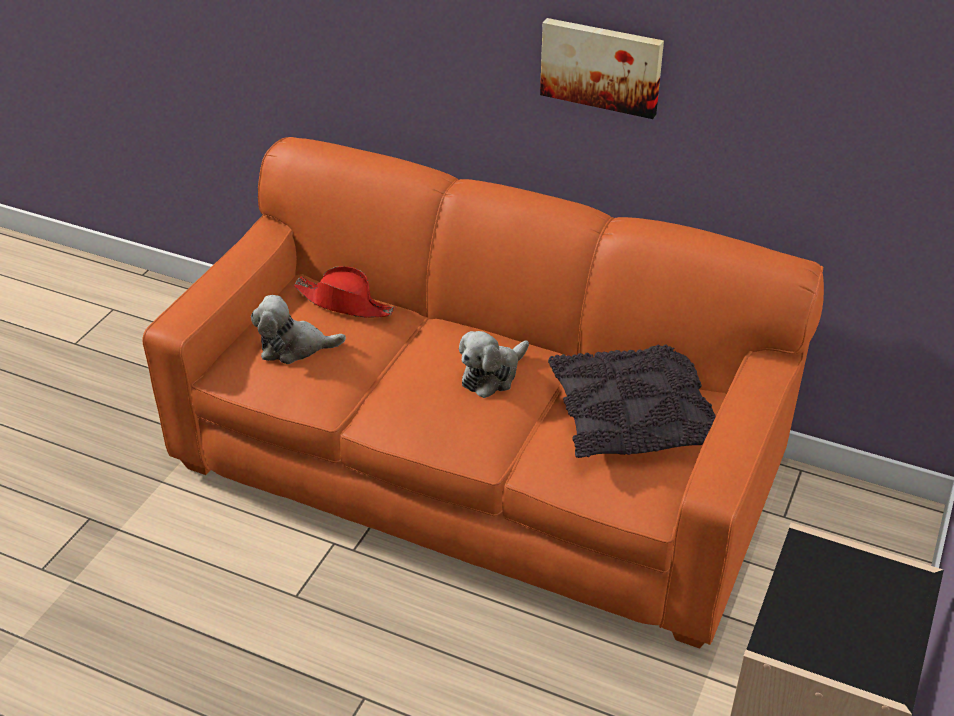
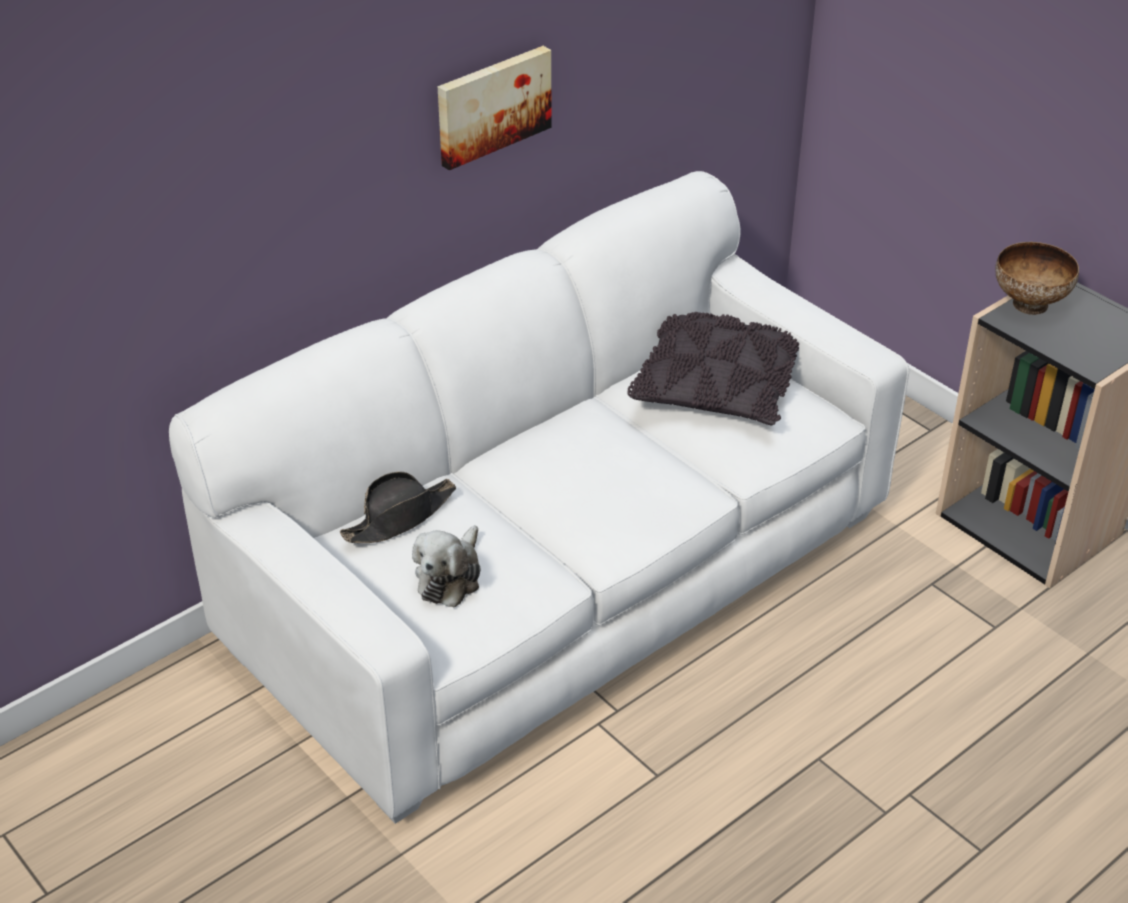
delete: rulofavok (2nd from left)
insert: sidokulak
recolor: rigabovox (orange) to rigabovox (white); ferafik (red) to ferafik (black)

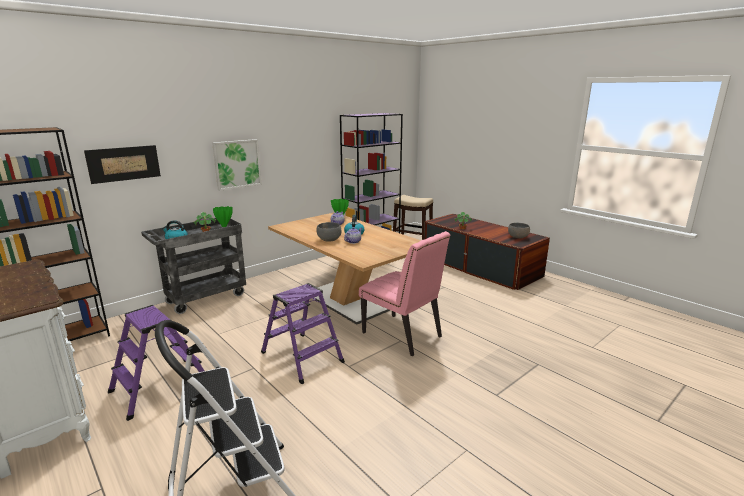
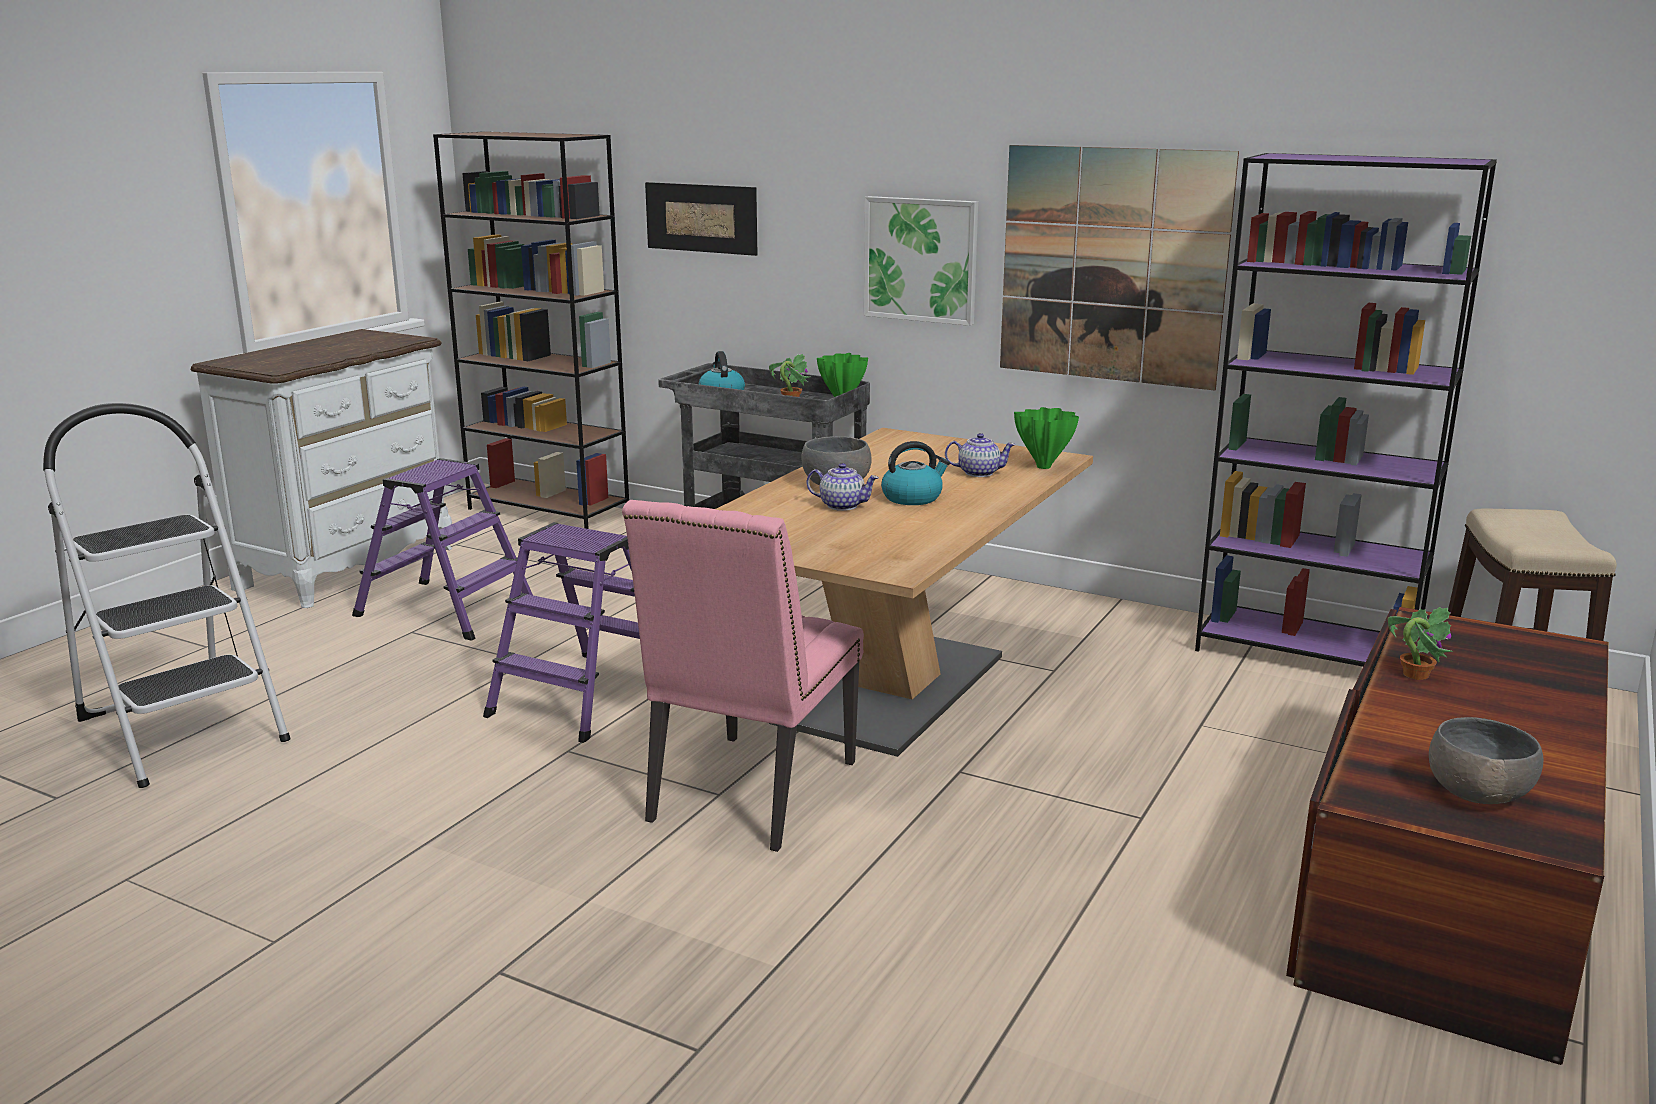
insert: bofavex (3rd from left)

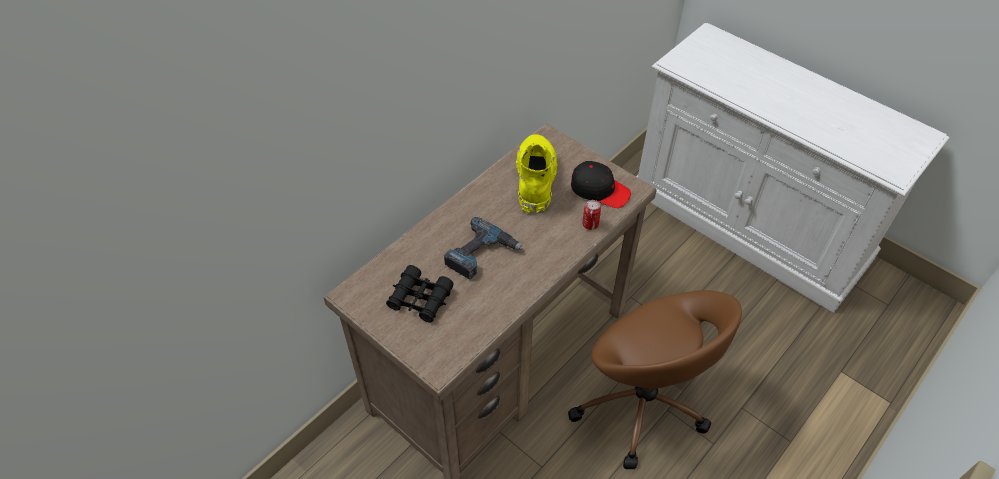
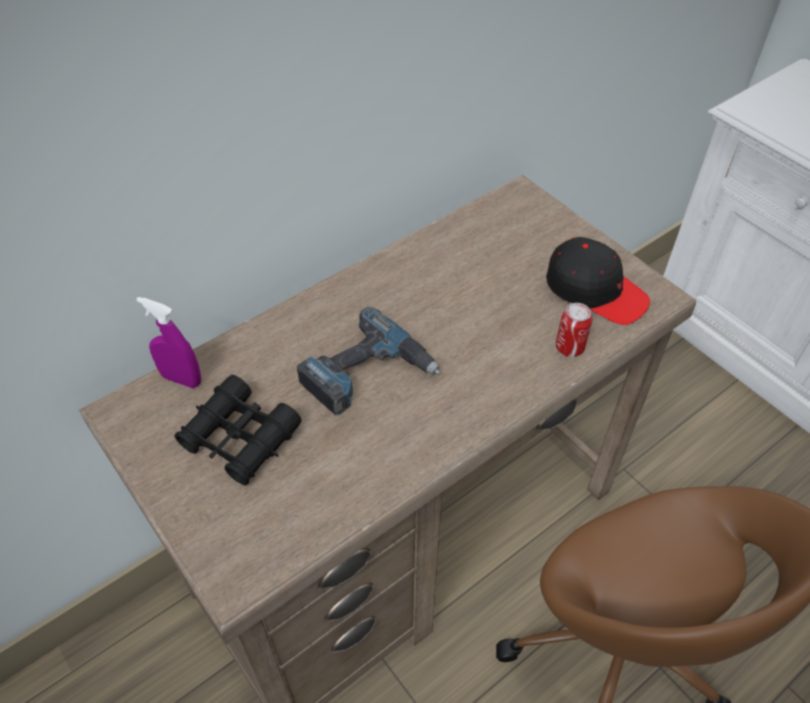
delete: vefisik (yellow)
insert: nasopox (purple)

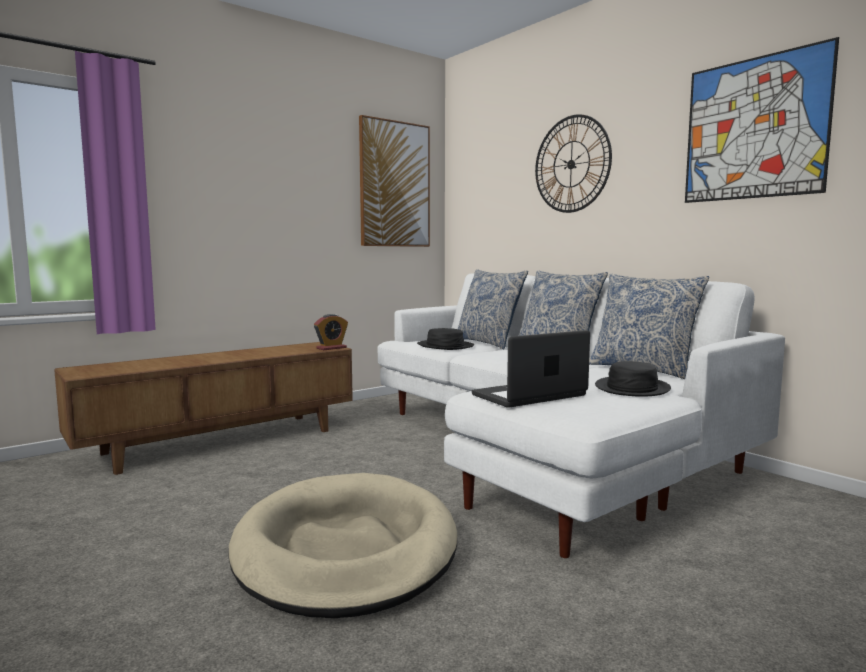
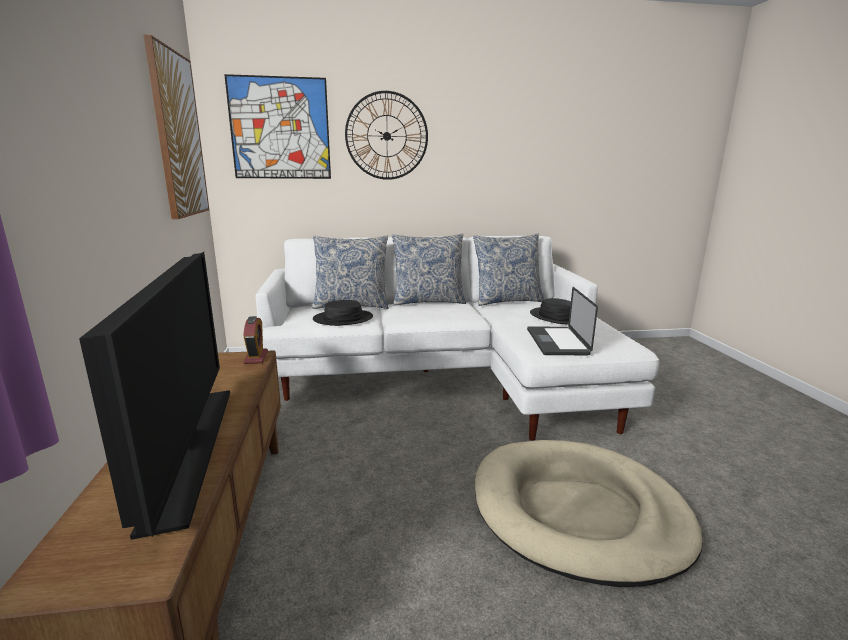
insert: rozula
move: bofavex (2nd from left)

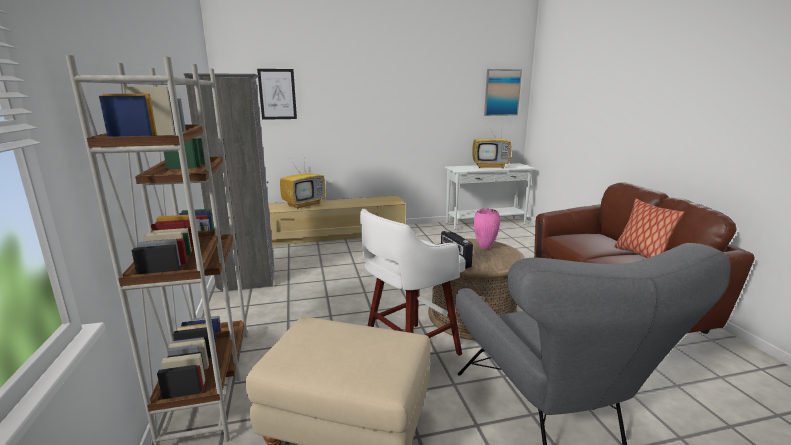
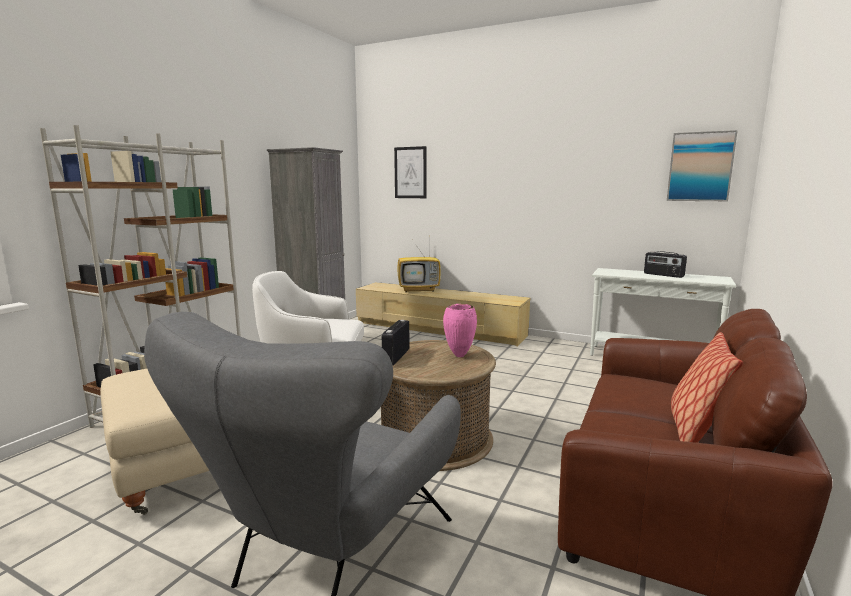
replace: rozula (2nd from left) to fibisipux (2nd from left)

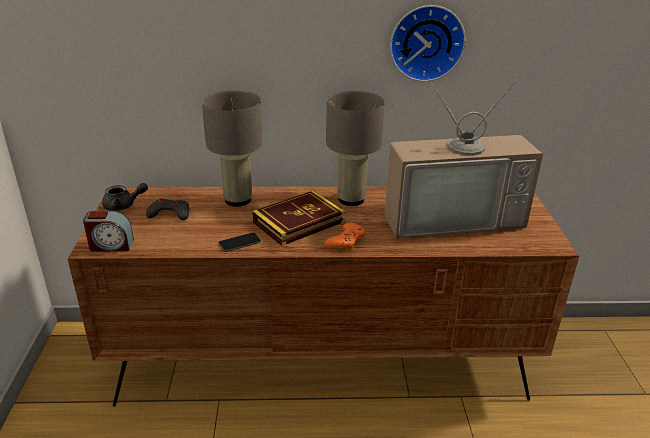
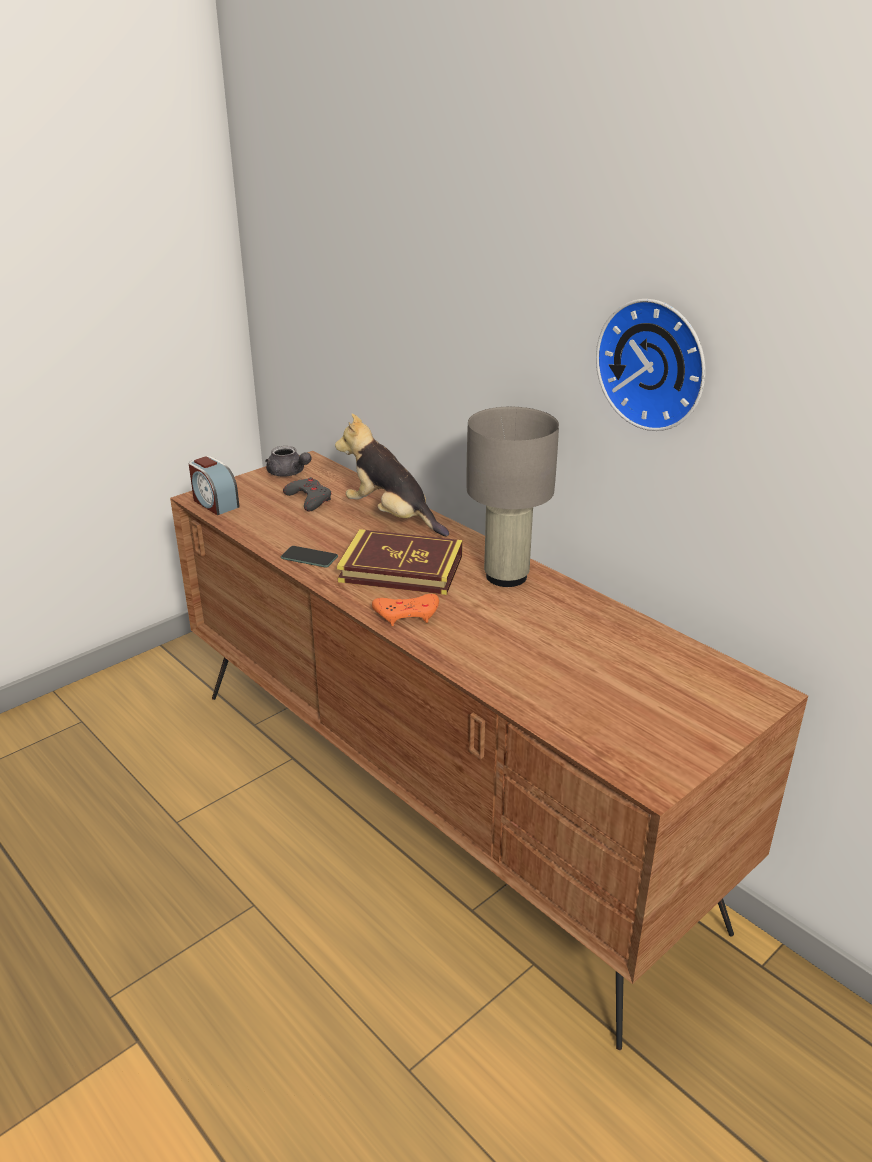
delete: rozula
replace: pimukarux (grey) (1st from left) to rulofavok

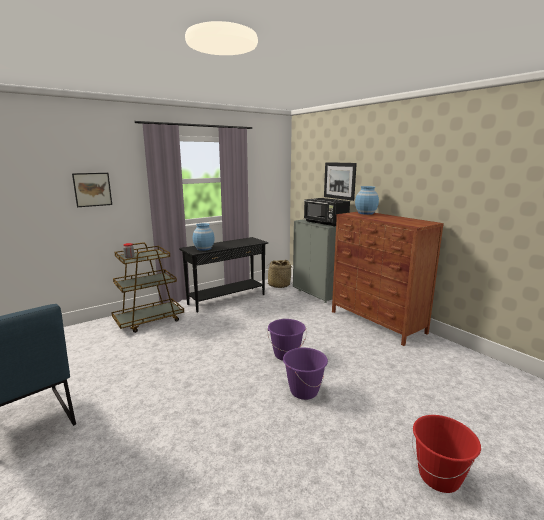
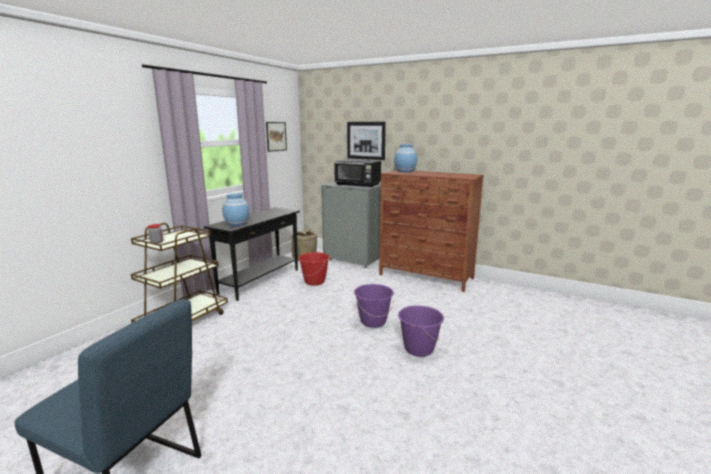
move: bofavex (1st from left); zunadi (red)

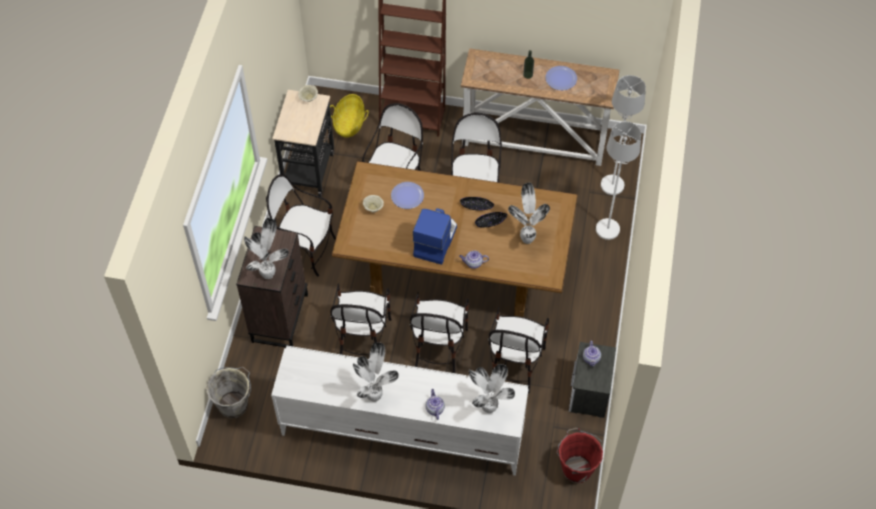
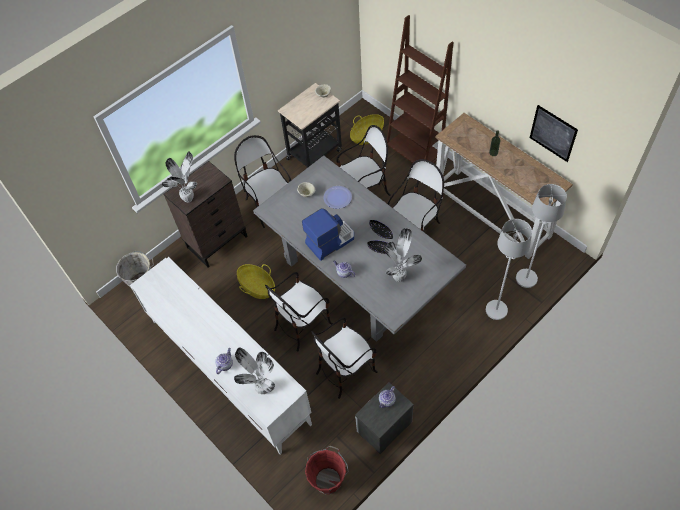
delete: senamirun (2nd from left); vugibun (2nd from left)
insert: bofavex
replace: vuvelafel (2nd from left) to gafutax (1st from left)
recolor: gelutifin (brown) to gelutifin (grey)

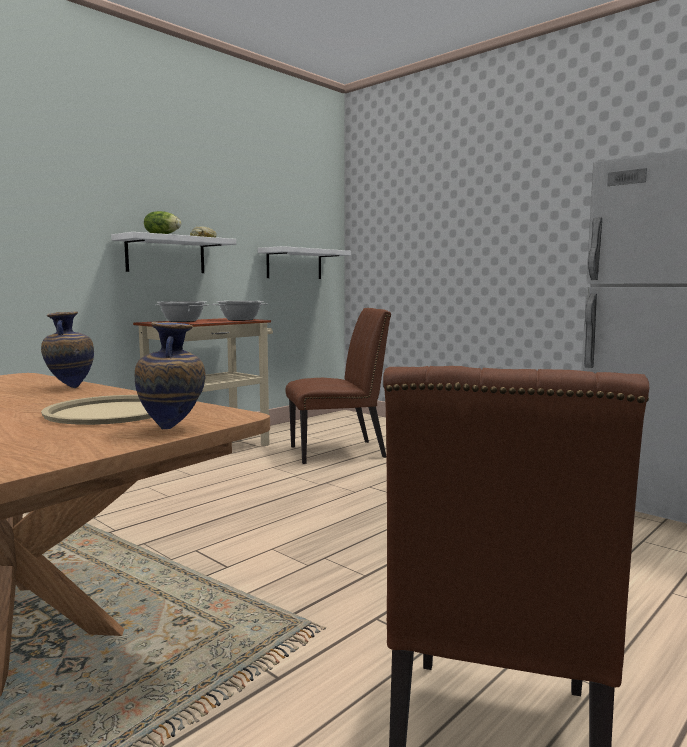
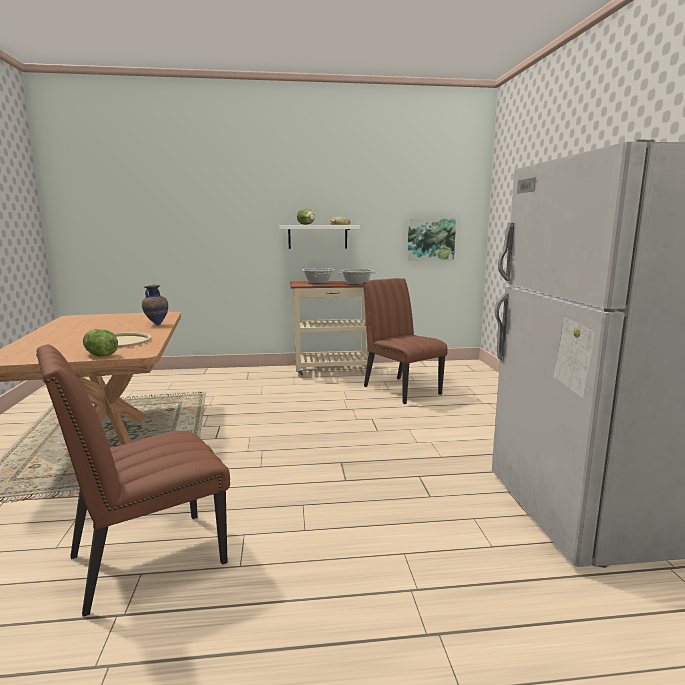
replace: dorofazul (2nd from left) to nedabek (1st from left); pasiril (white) (2nd from left) to bofavex
rotate: vuvelafel (brown) (1st from left in the first image) 150 degrees counterclockwise

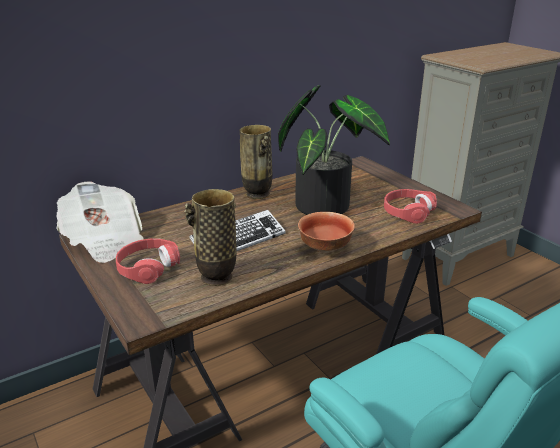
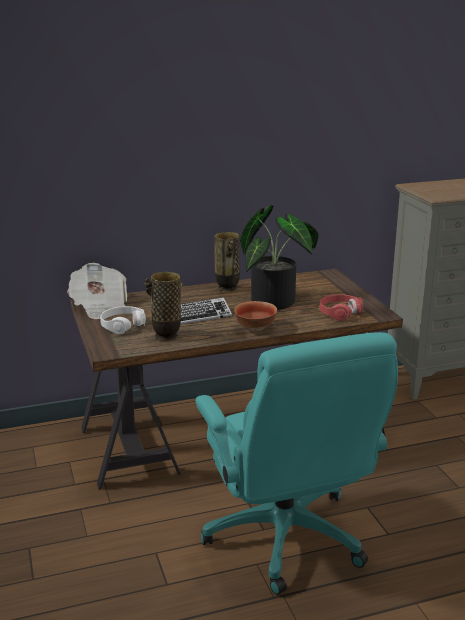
recolor: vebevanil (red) (1st from left) to vebevanil (white)

